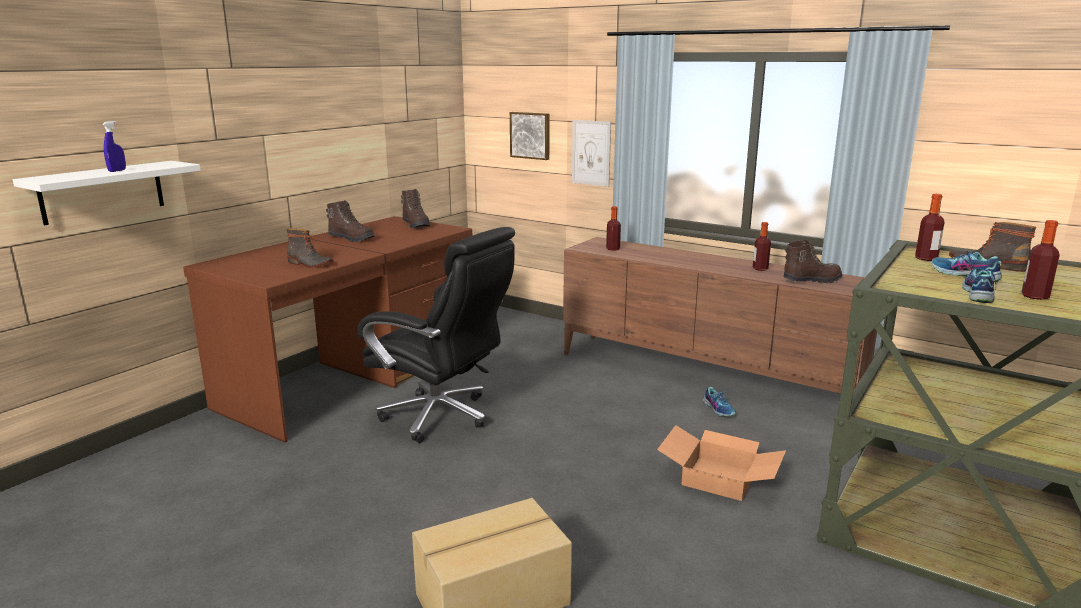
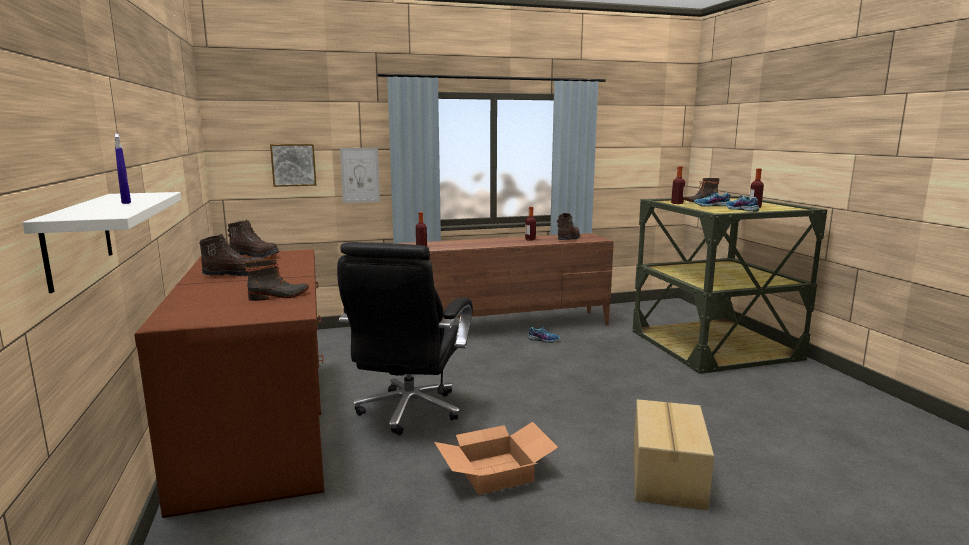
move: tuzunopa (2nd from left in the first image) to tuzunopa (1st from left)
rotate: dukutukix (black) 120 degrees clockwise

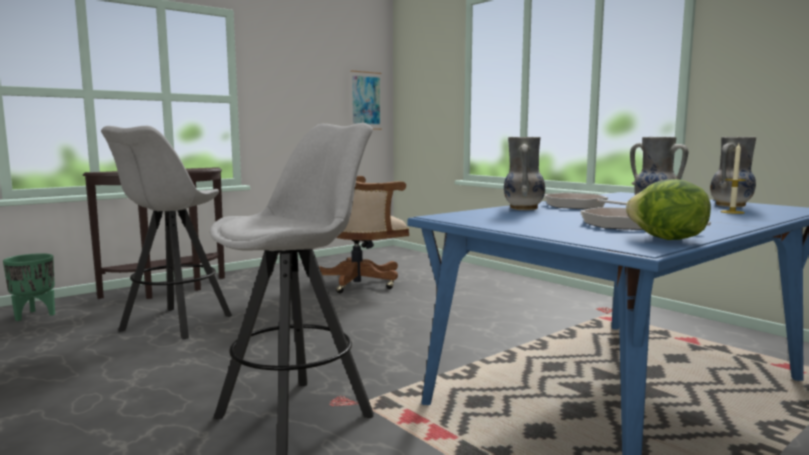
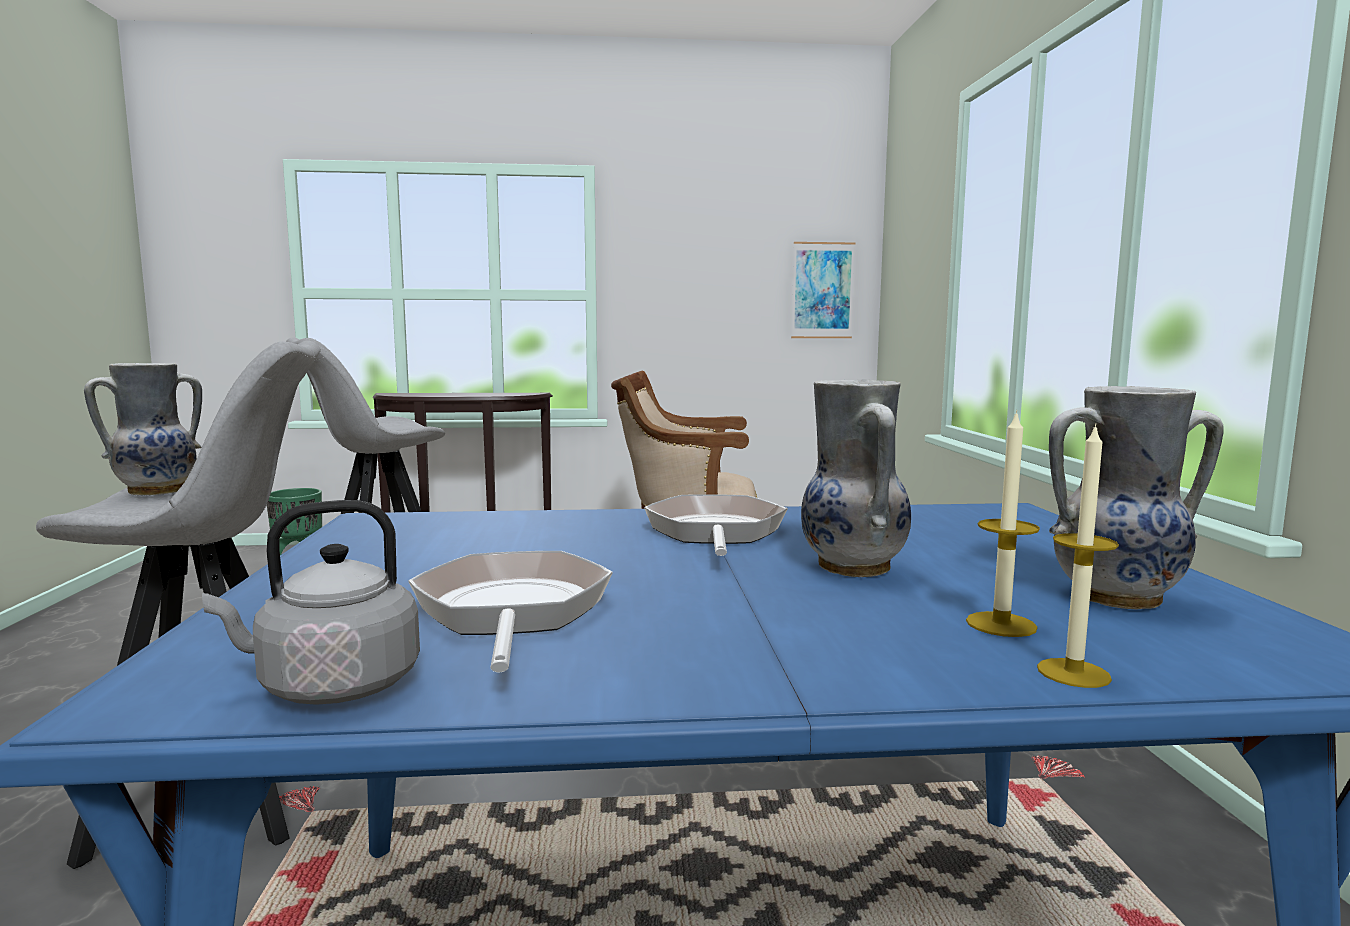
insert: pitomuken (2nd from left)
move: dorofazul (1st from left)
replace: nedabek to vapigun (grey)

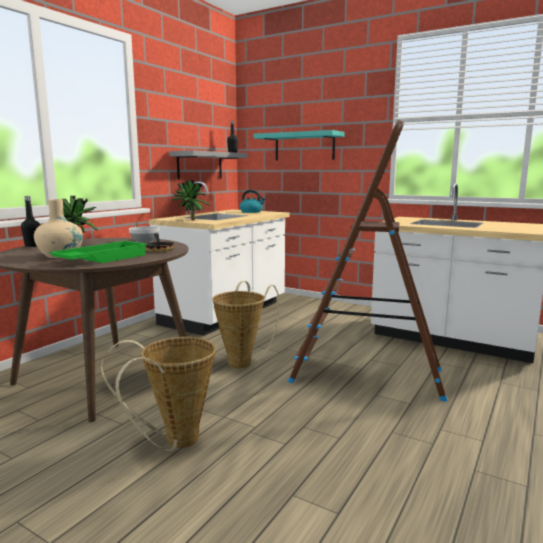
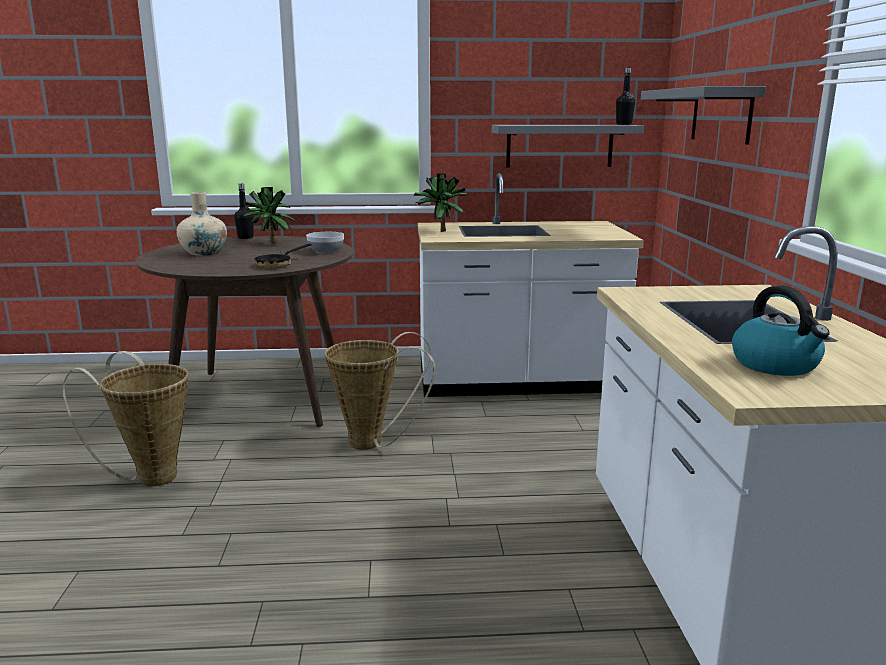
delete: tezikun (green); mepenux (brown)
move: vapigun
recolor: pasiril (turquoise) to pasiril (grey) (2nd from left)

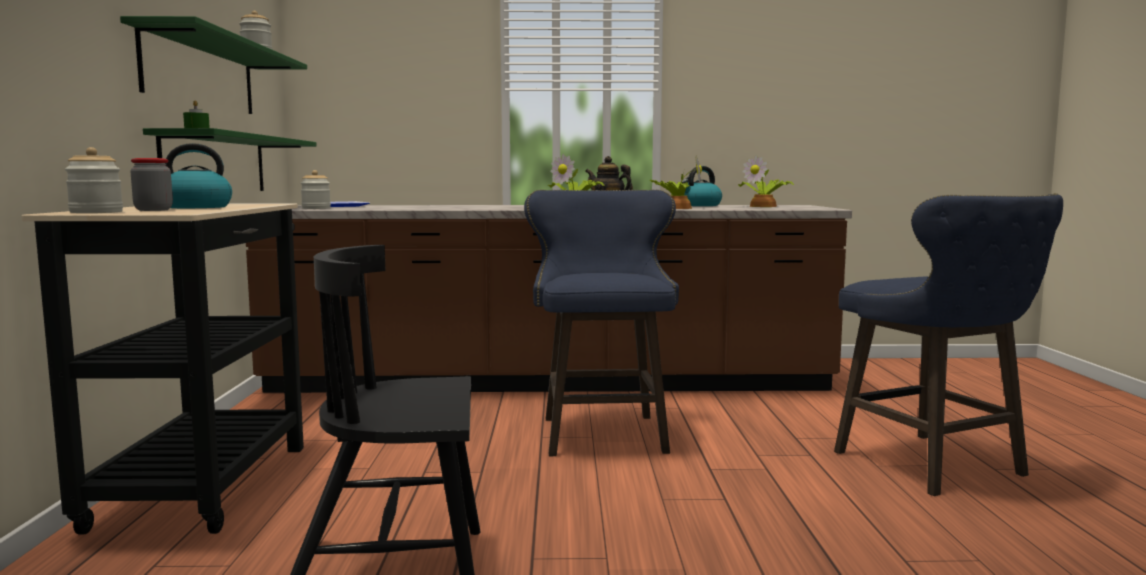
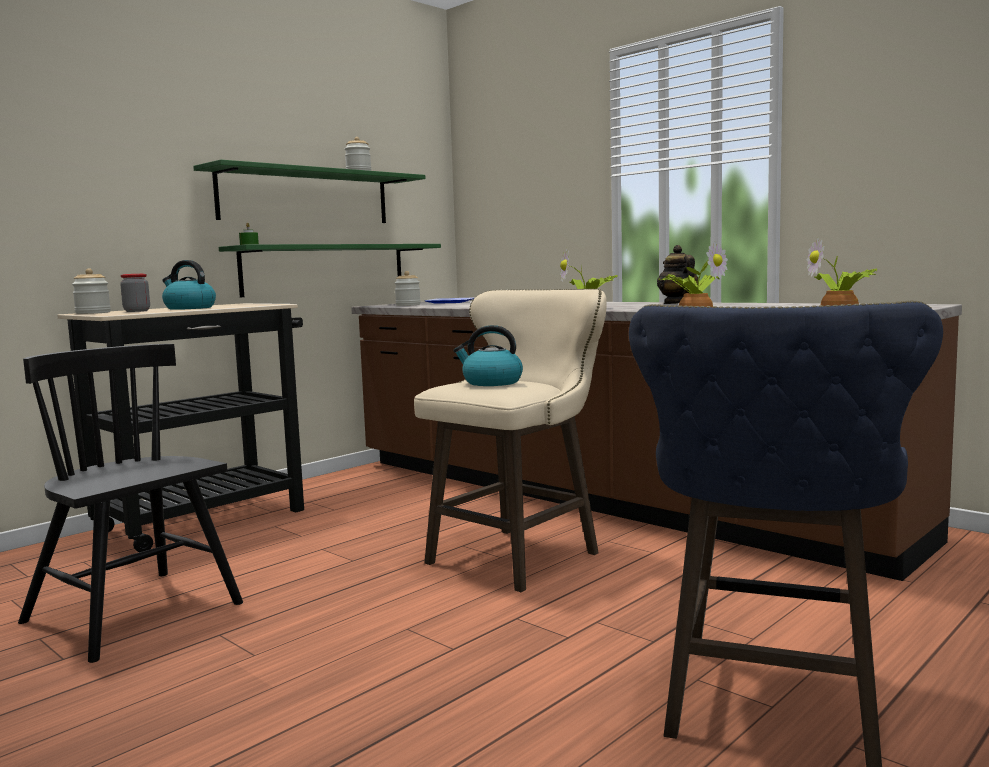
move: vapigun (2nd from left)
recolor: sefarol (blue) (1st from left) to sefarol (beige)

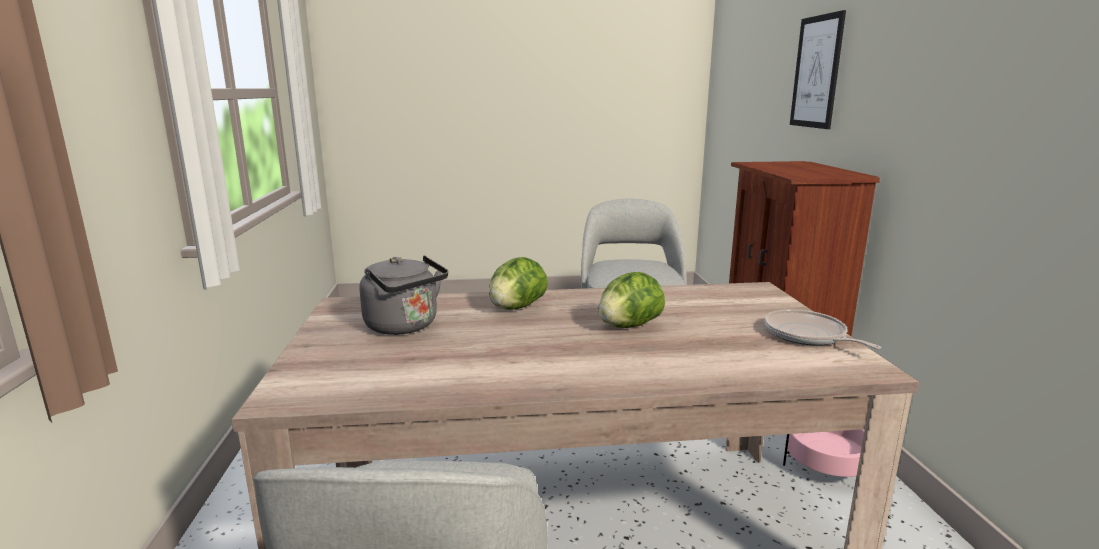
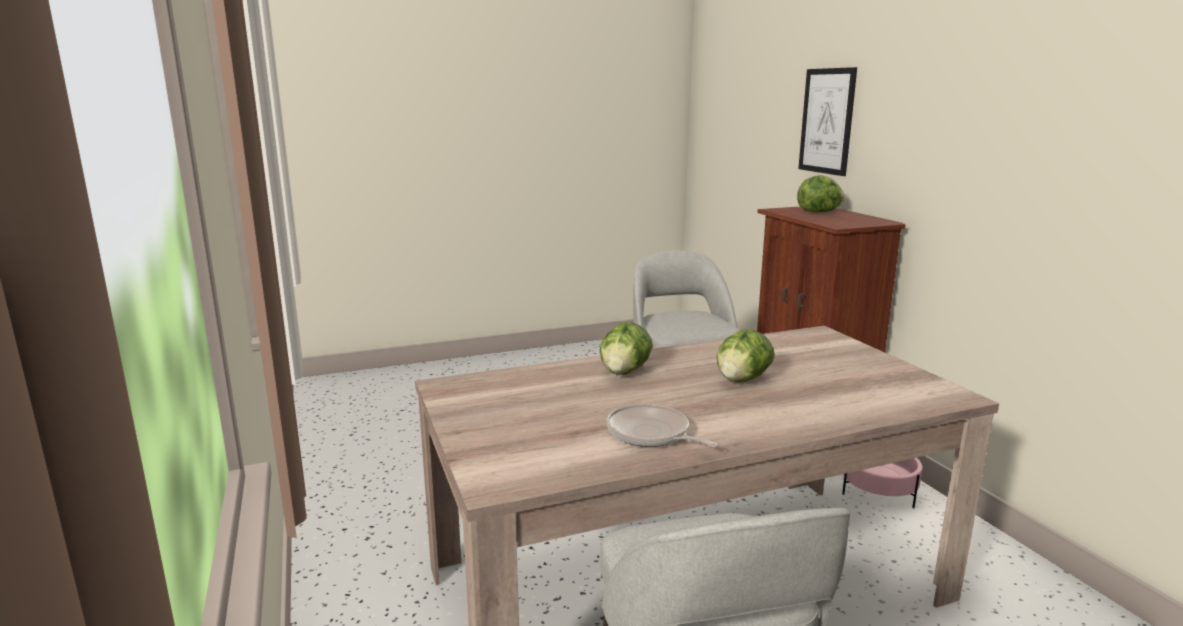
delete: vapigun (grey)
insert: nedabek (3rd from left)
move: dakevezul

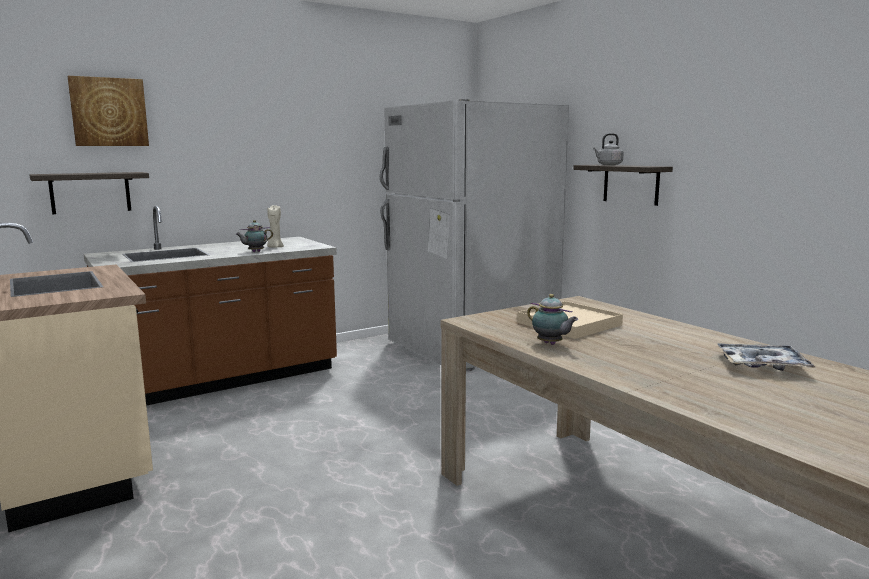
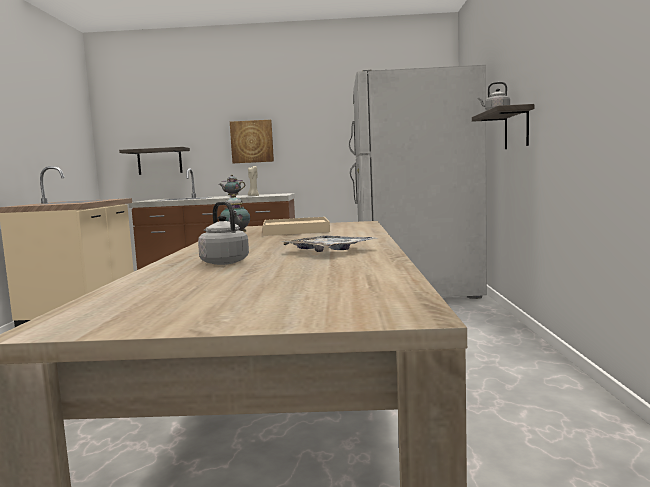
insert: vapigun (grey) (1st from left)
move: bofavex

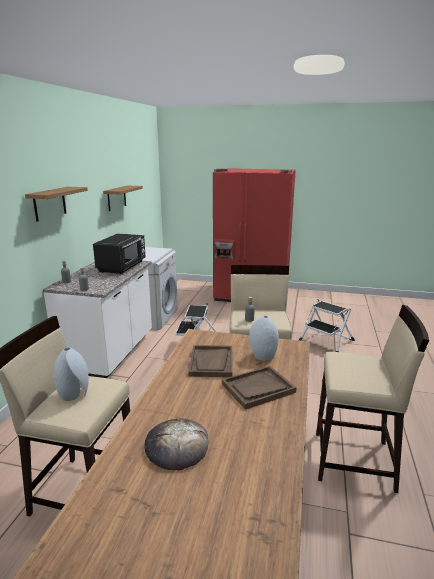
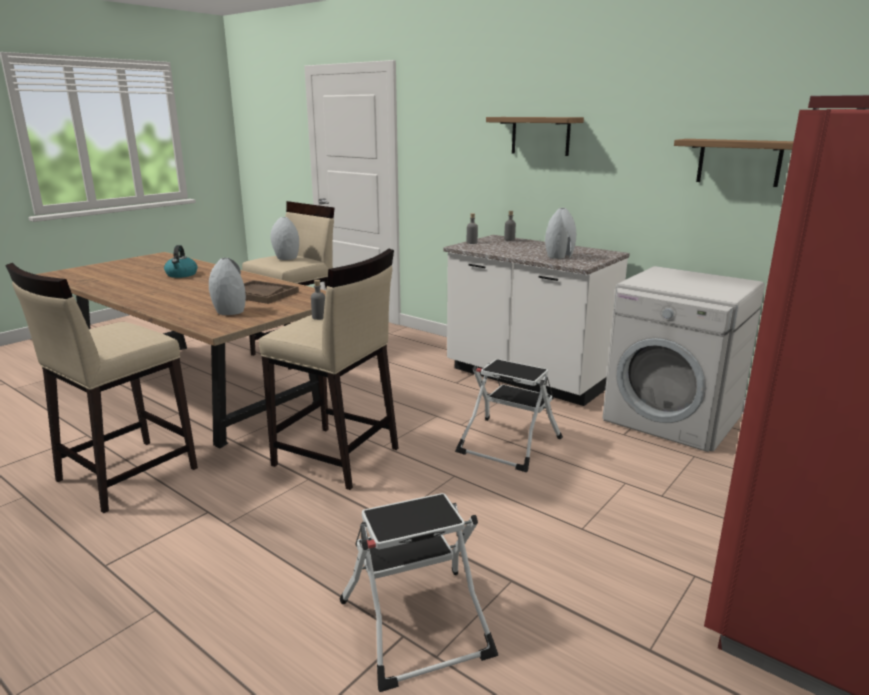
delete: tezikun (brown) (2nd from left)
replace: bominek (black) to dorofazul (grey) (3rd from left); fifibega to vapigun

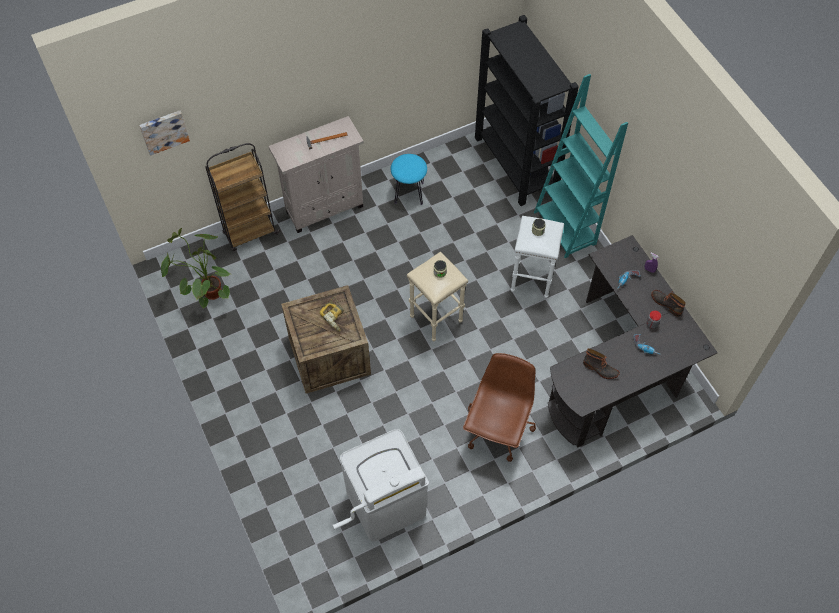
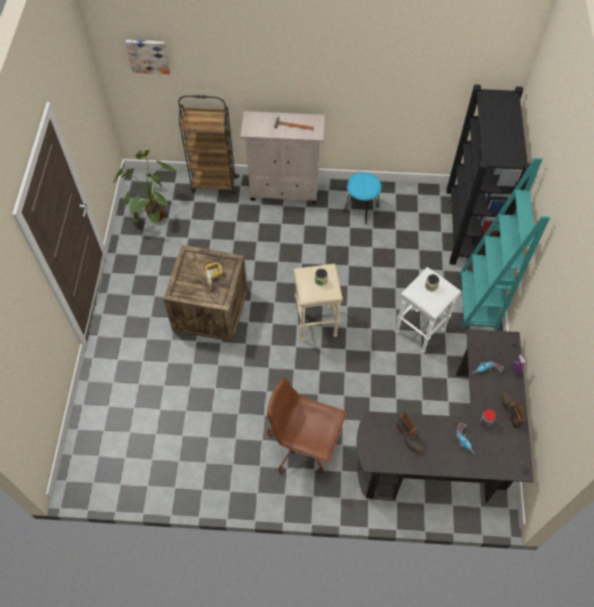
delete: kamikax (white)
rotate: dukutukix (brown) 120 degrees counterclockwise

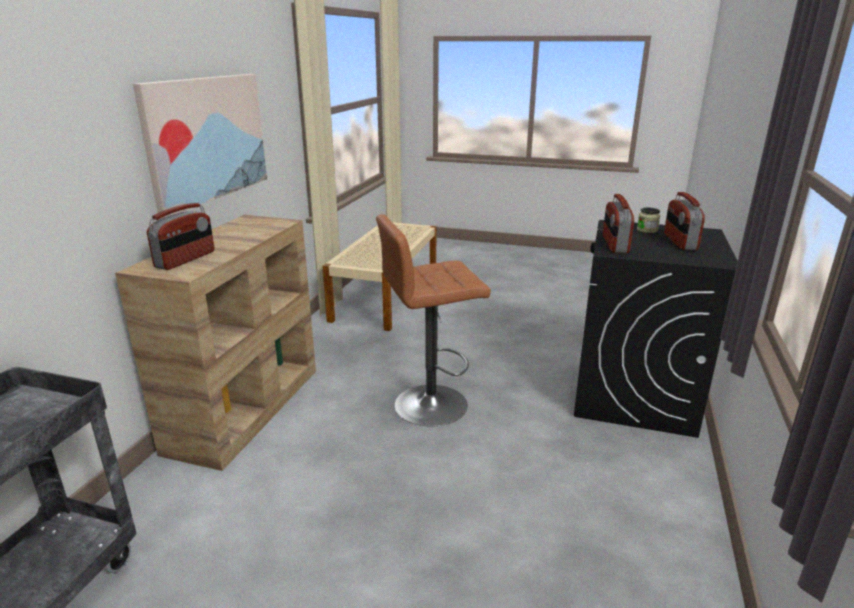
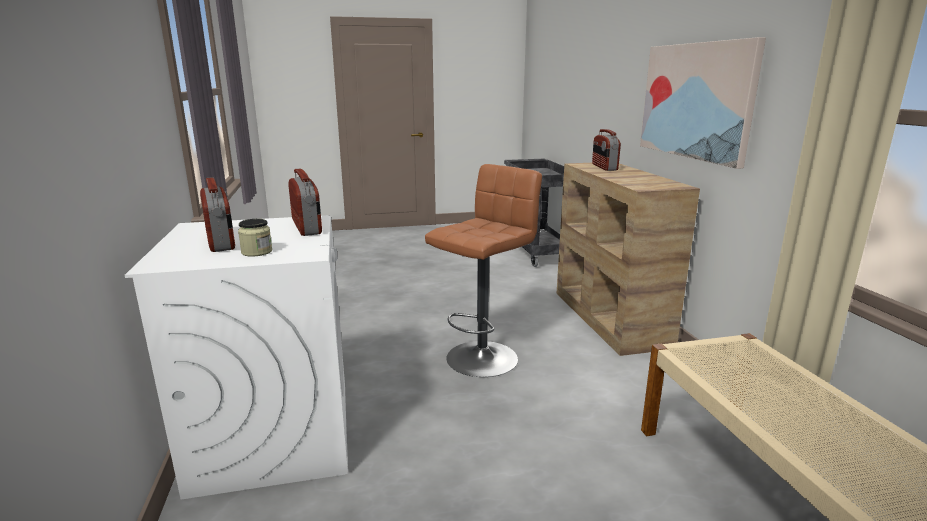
recolor: kamikax (black) to kamikax (white)

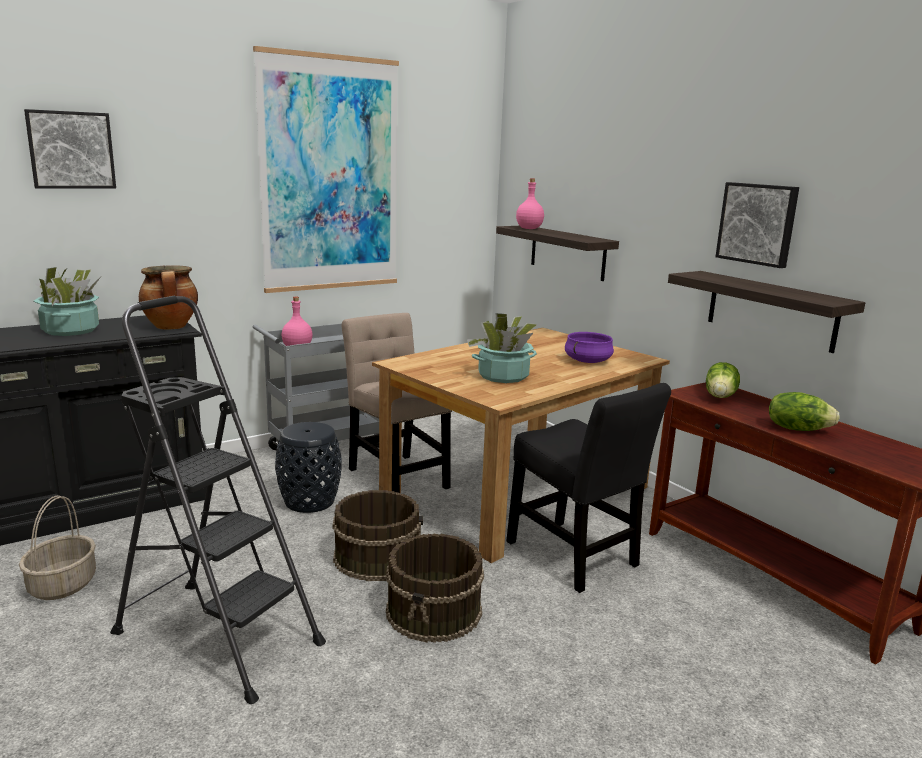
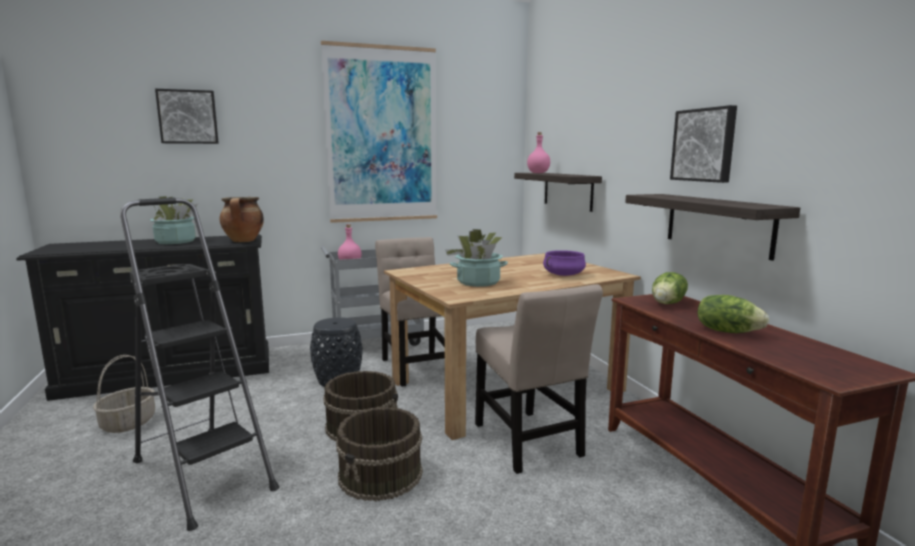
recolor: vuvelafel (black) to vuvelafel (beige) (2nd from left)

